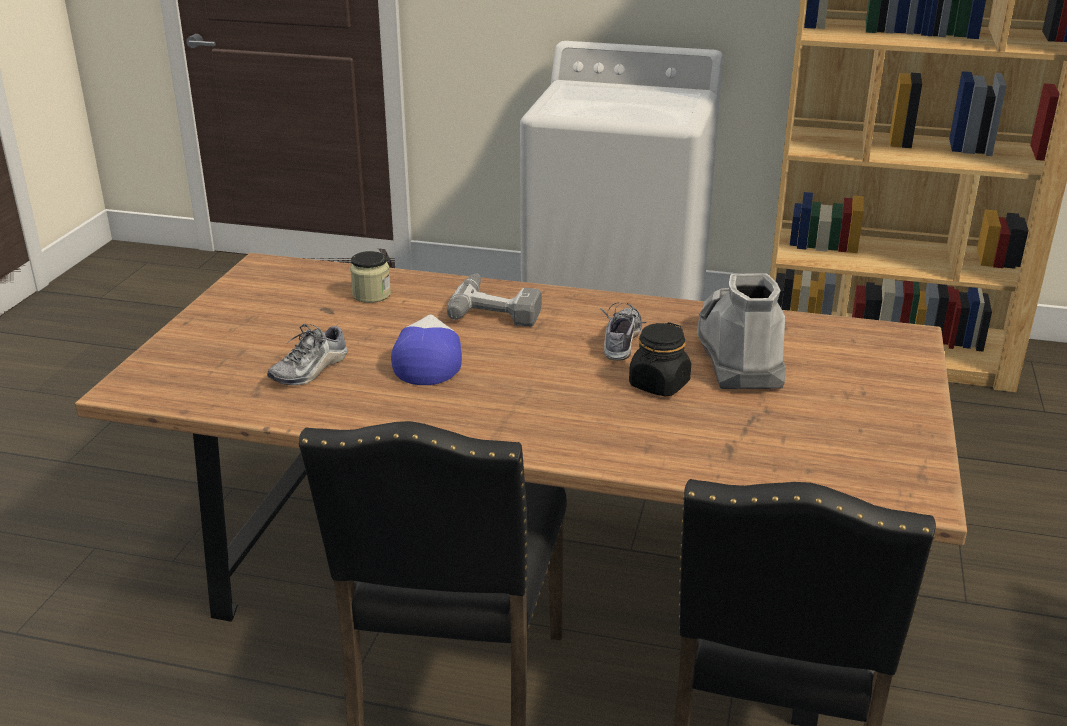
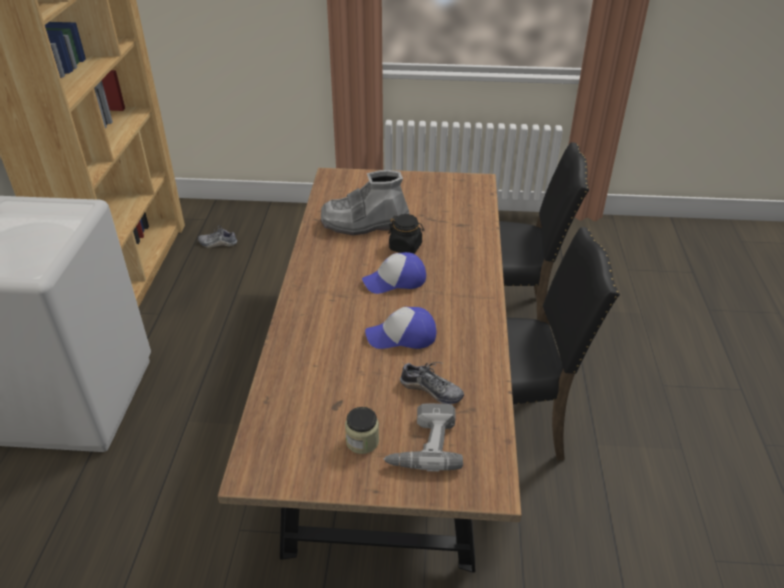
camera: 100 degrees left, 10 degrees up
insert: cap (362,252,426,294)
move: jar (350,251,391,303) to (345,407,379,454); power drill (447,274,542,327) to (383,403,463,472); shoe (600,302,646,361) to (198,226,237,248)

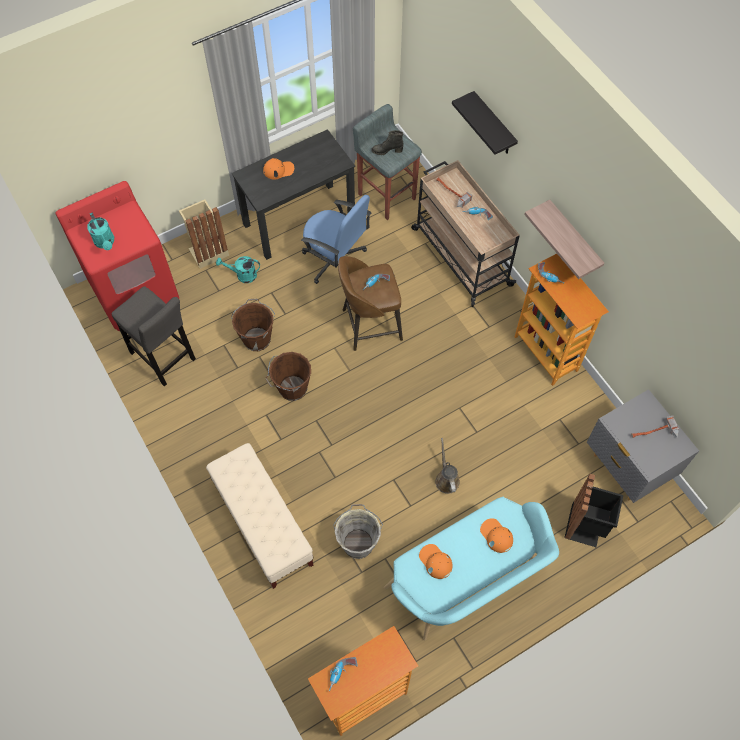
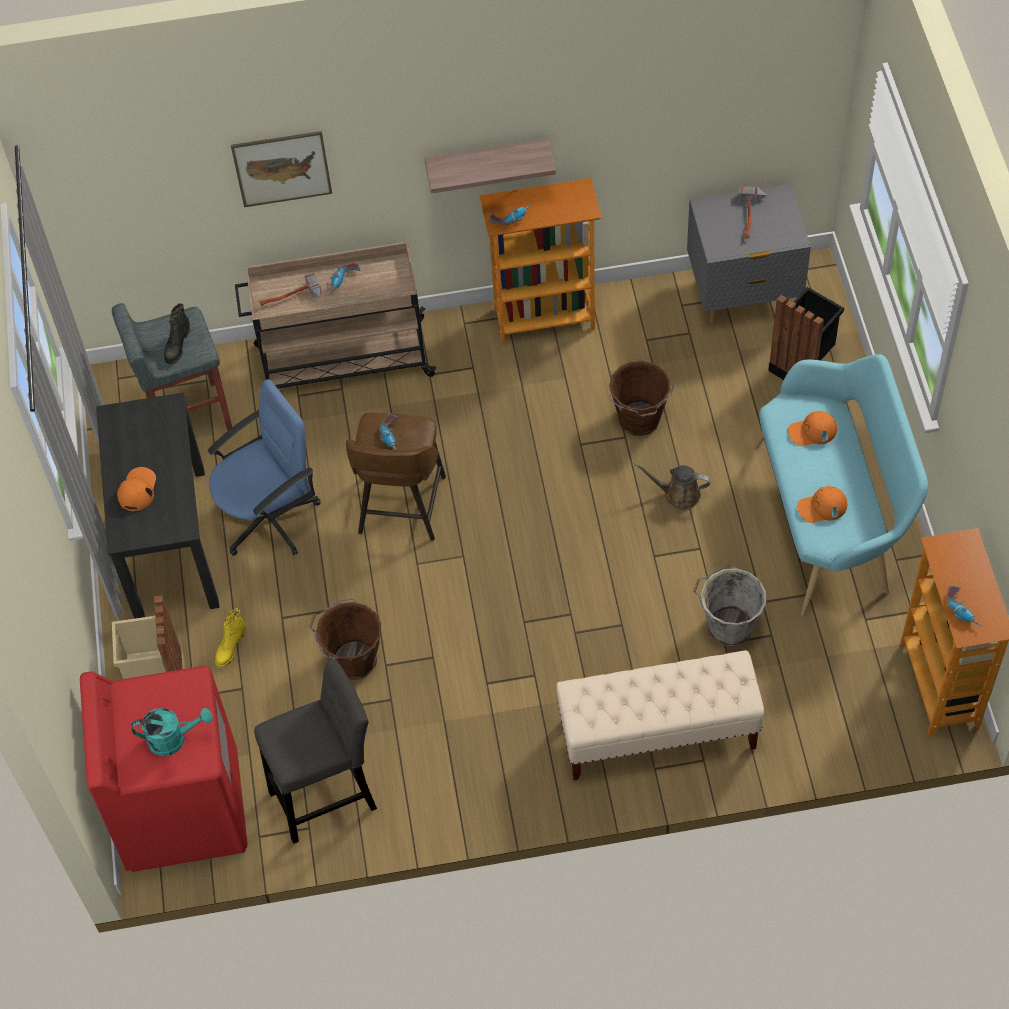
camera: 65 degrees left, 5 degrees down
move: bucket (brown) (265,352,311,401) to (609,360,674,436)
replace: watering can (turquoise) (216,256,260,283) to boot (yellow) (215,608,246,668); shelf (black) (452,91,518,155) to picture (231,131,332,207)

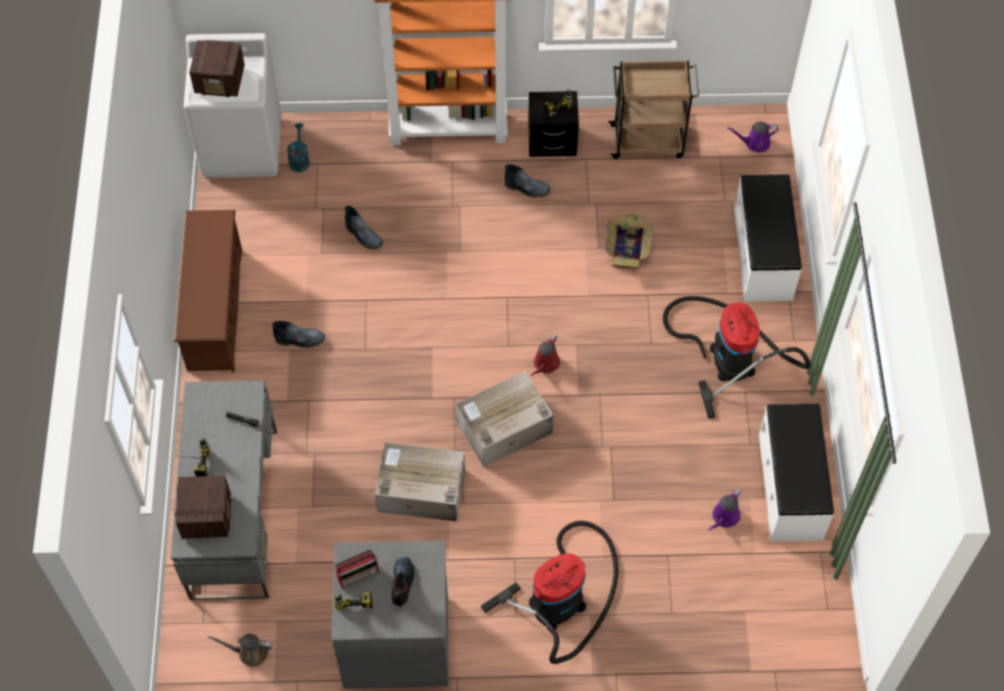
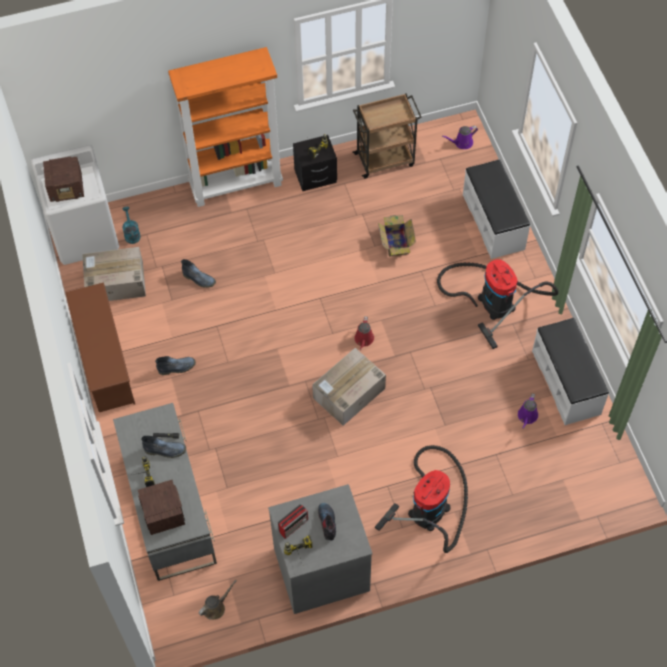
camera: 15 degrees left, 0 degrees up
move: cardboard box (375,442,465,522) to (82,247,146,301); boot (504,164,550,198) to (141,436,186,458)
rotate: watering can (brown) (207,634,273,667) = (198,580,237,620) 150 degrees clockwise

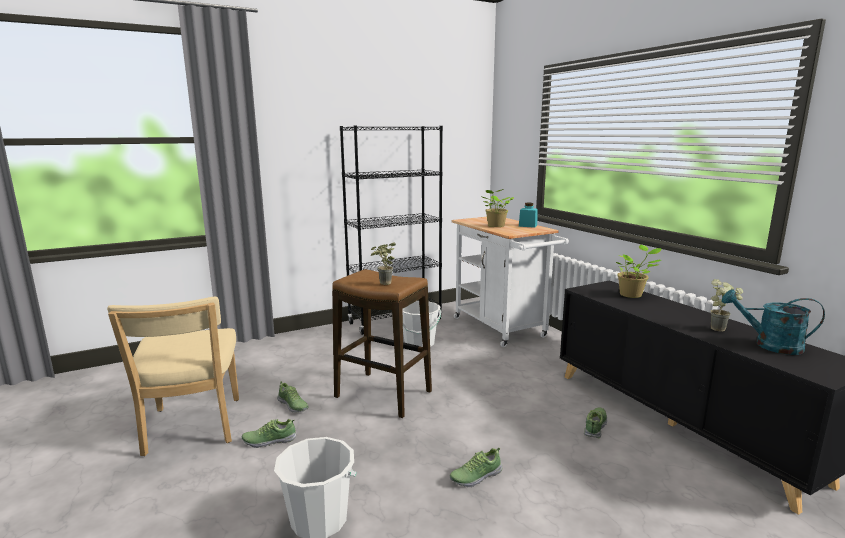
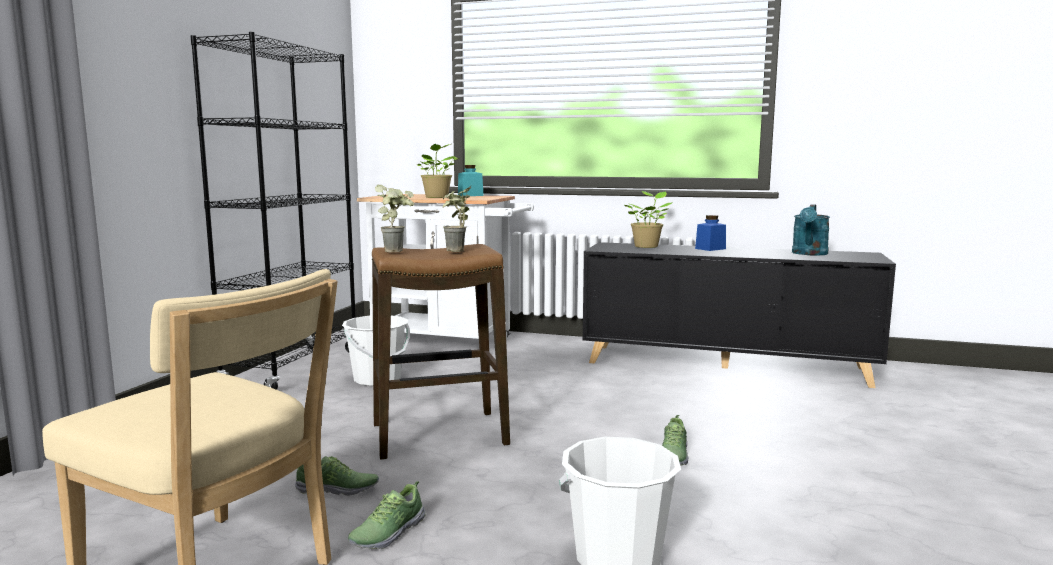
camera: 45 degrees left, 5 degrees down
delete: shoe (584,407,607,438)
insert: jar (blue) (695,215,726,251)
move: potted plant (711,279,743,332) to (375,184,414,252)
rotate: watering can (turquoise) (722,289,825,355) = (792,204,830,255) 45 degrees counterclockwise

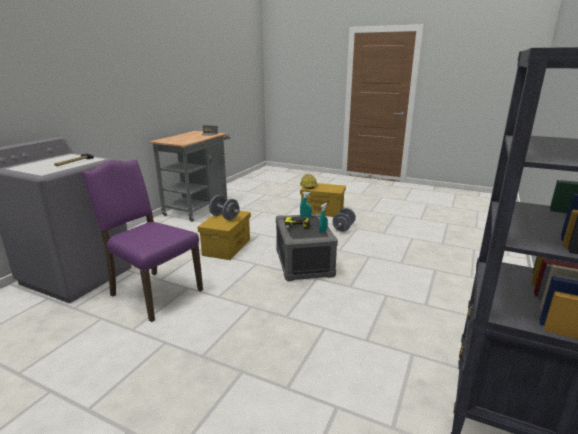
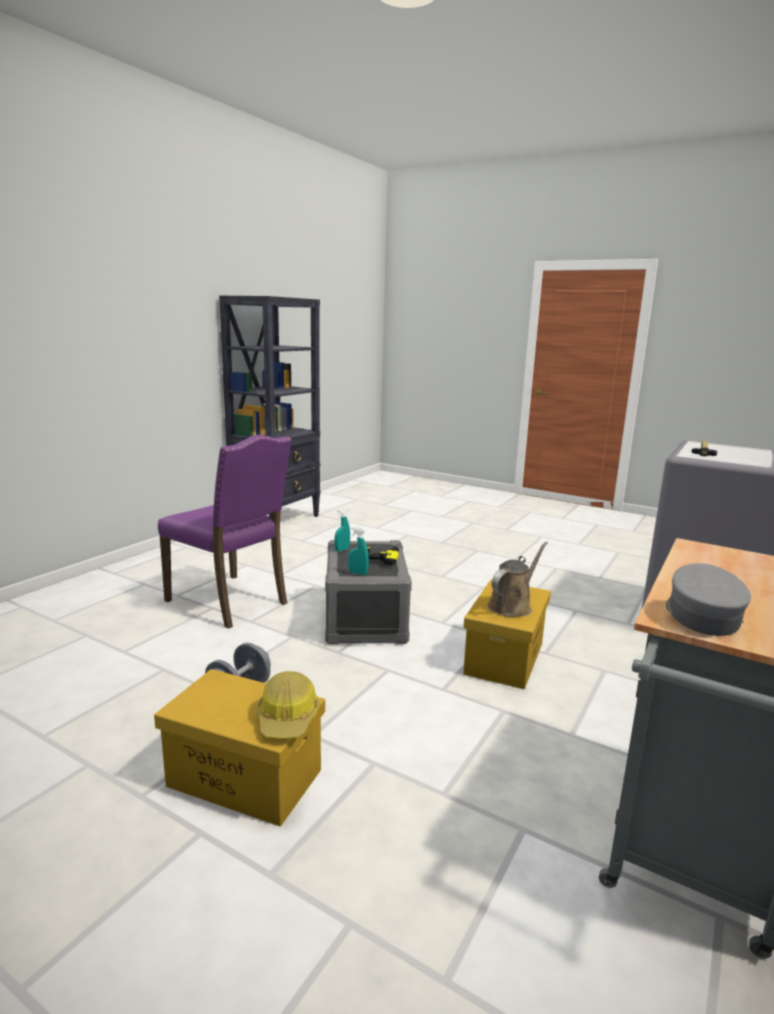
camera: 175 degrees left, 5 degrees down
move: chair (purple) (81,160,203,322) to (158,435,292,629)
replace: dumbbell (grey) (209,195,240,220) to watering can (brown) (488,541,548,617)

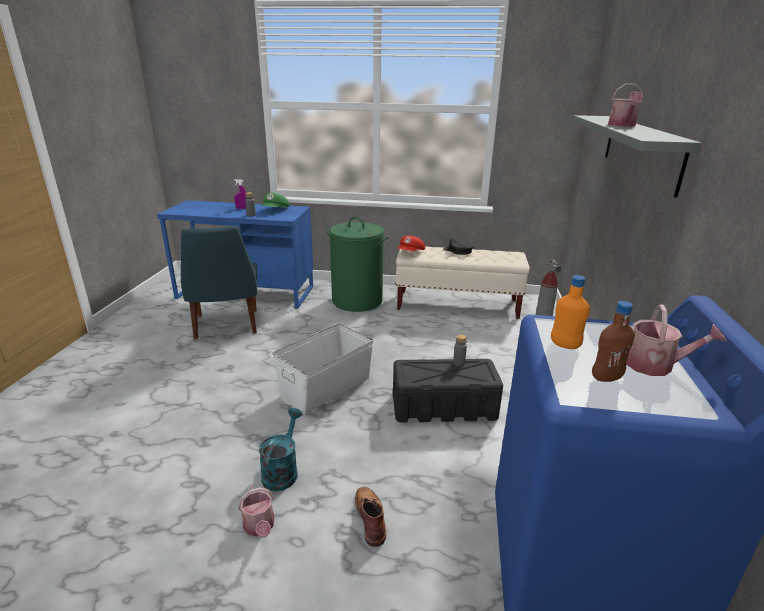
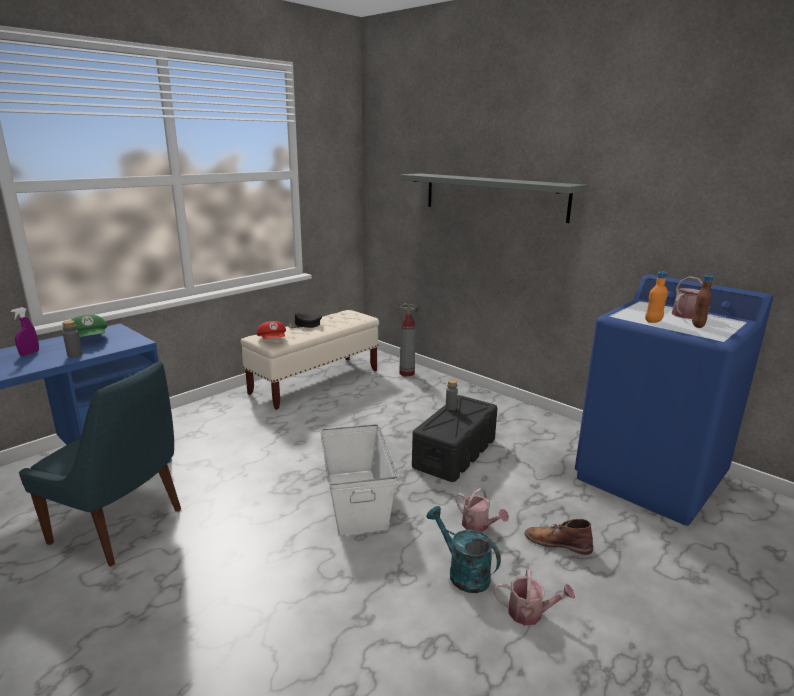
camera: 55 degrees left, 5 degrees down
delete: laundry basket (green) (327,217,389,312)
move: watering can (608,83,643,127) to (455,488,509,532)

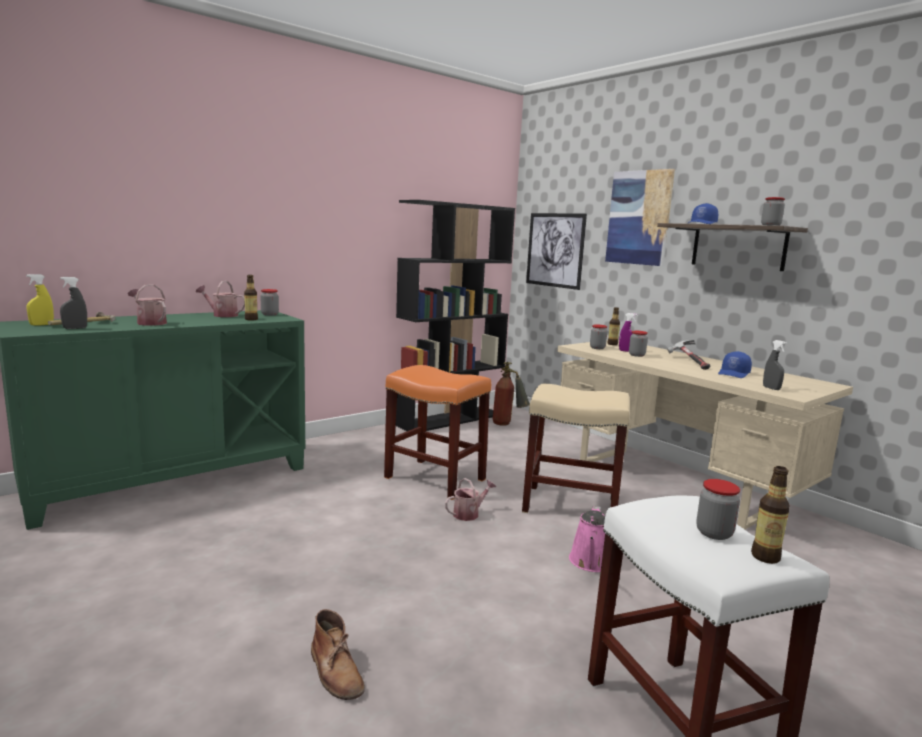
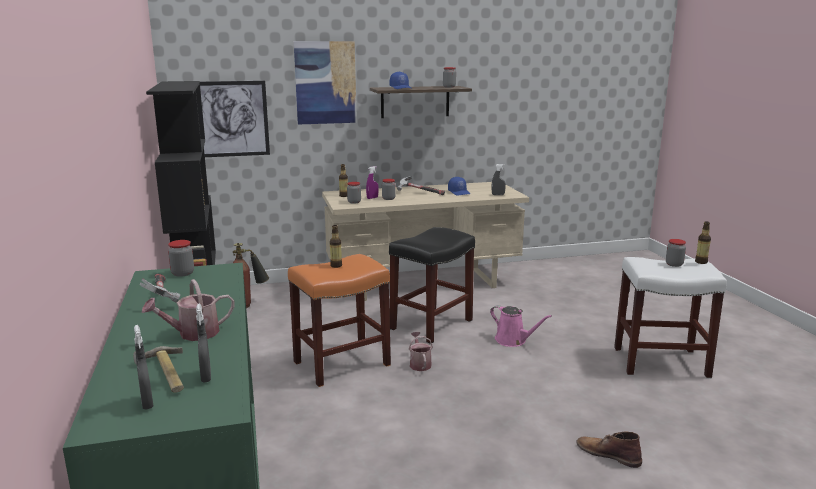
camera: 65 degrees left, 5 degrees up
move: bottle (244,275,258,320) to (330,225,342,268)
replace: watering can (196,281,245,317) to hammer (139,274,181,303)
recolor: spray bottle (yellow) (26,274,54,326) to spray bottle (grey) (134,325,153,410); stool (beige) (522,384,630,513) to stool (black) (389,227,475,344)
rotate: boot (brown) (311,609,365,700) = (576,432,642,468) 135 degrees counterclockwise

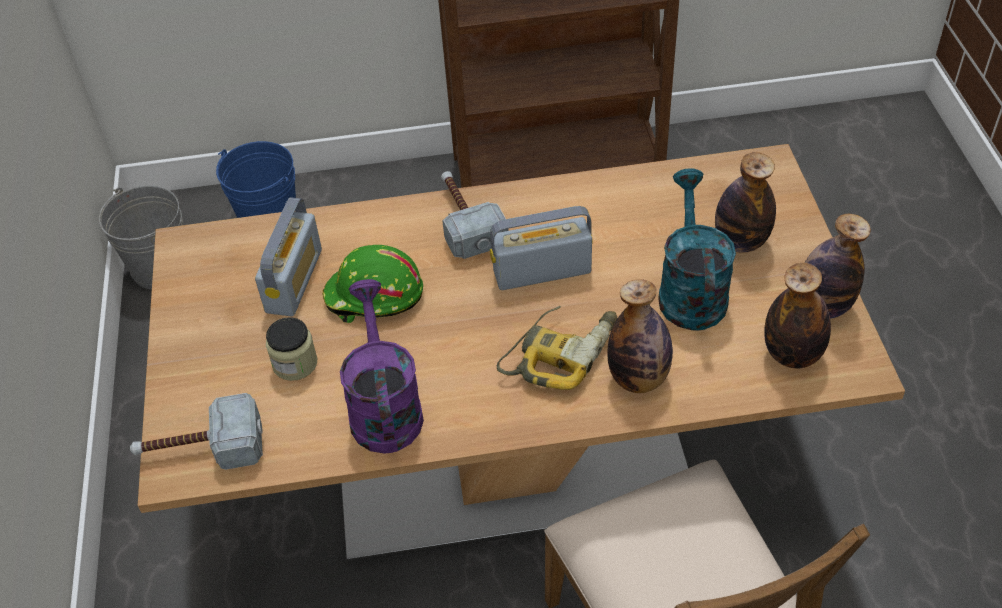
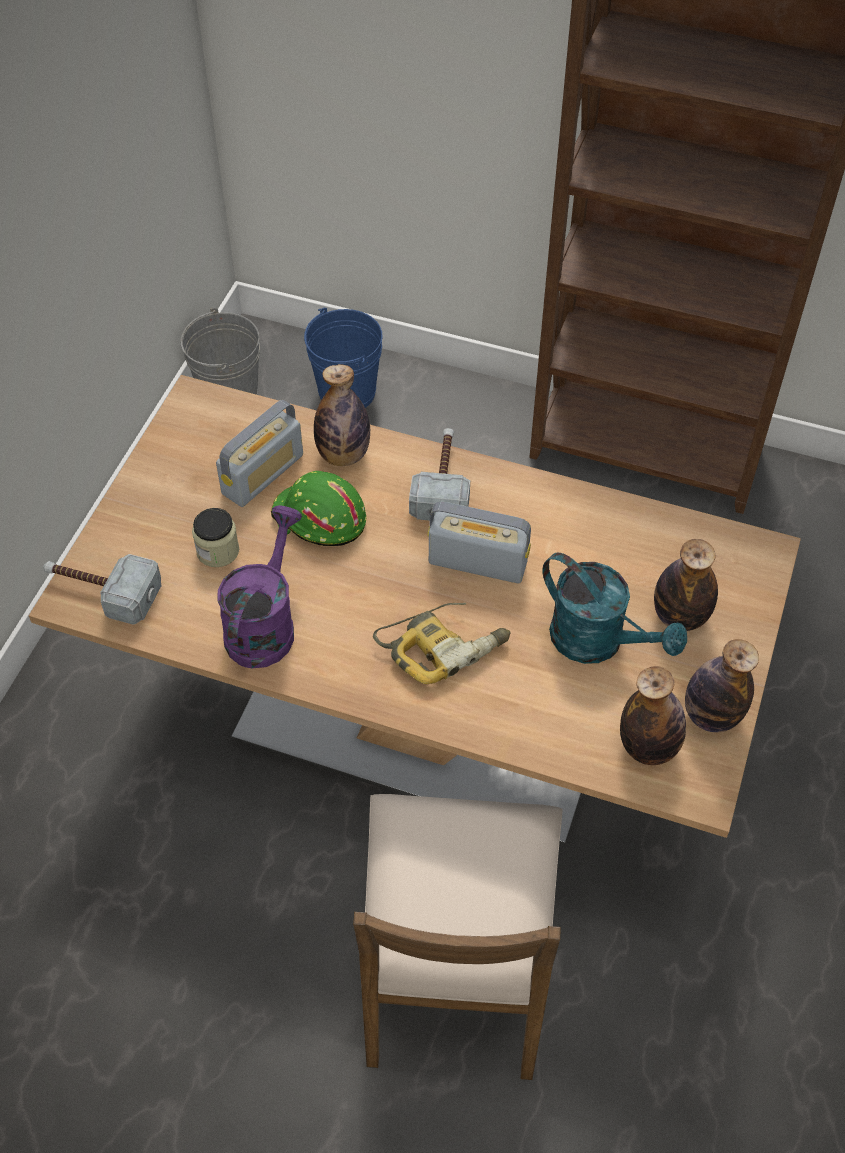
camera: 25 degrees right, 5 degrees up
move: bottle (607,279,673,393) to (314,364,370,466)
rotate: watering can (turquoise) (658,168,736,330) = (542,552,687,664) 105 degrees clockwise

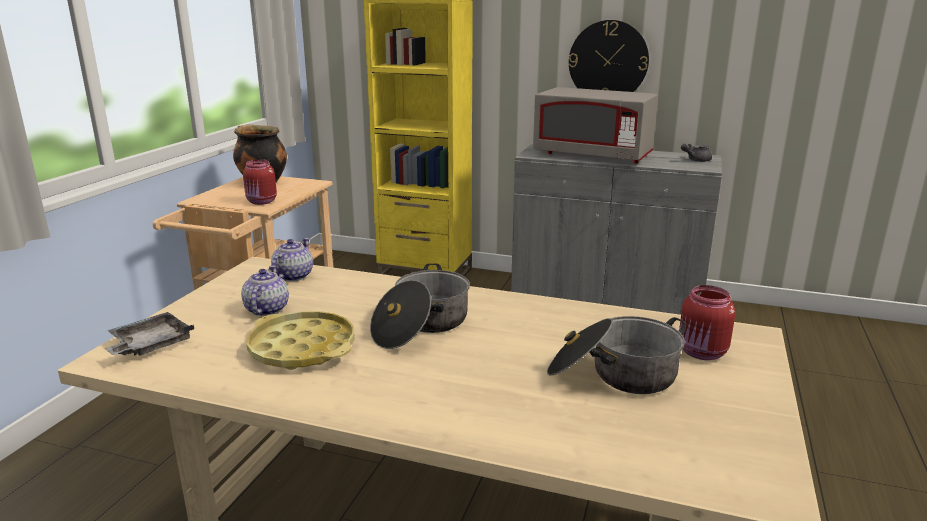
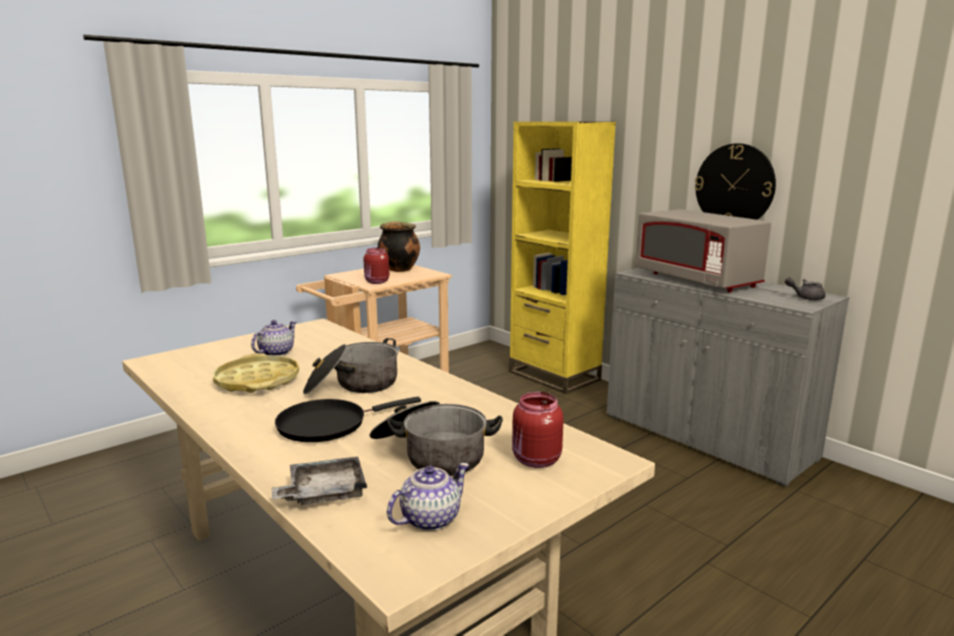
camera: 30 degrees right, 5 degrees down
insert: frying pan (black) (275,397,421,442)
move: tray (grey) (104,312,194,356) to (272,457,367,506); teapot (271,238,313,281) to (387,463,469,531)

